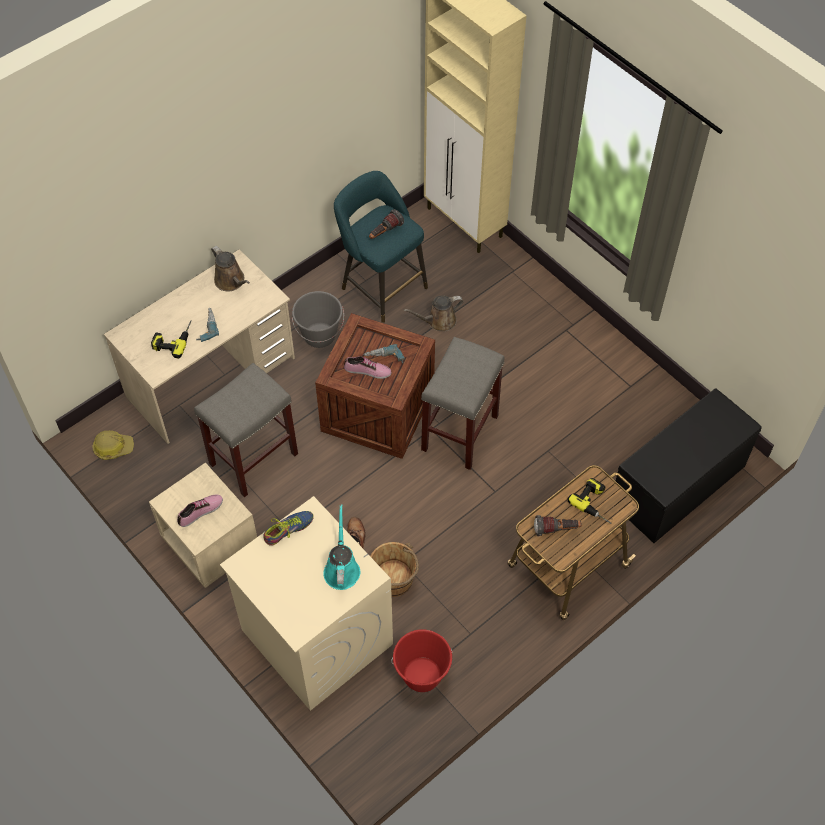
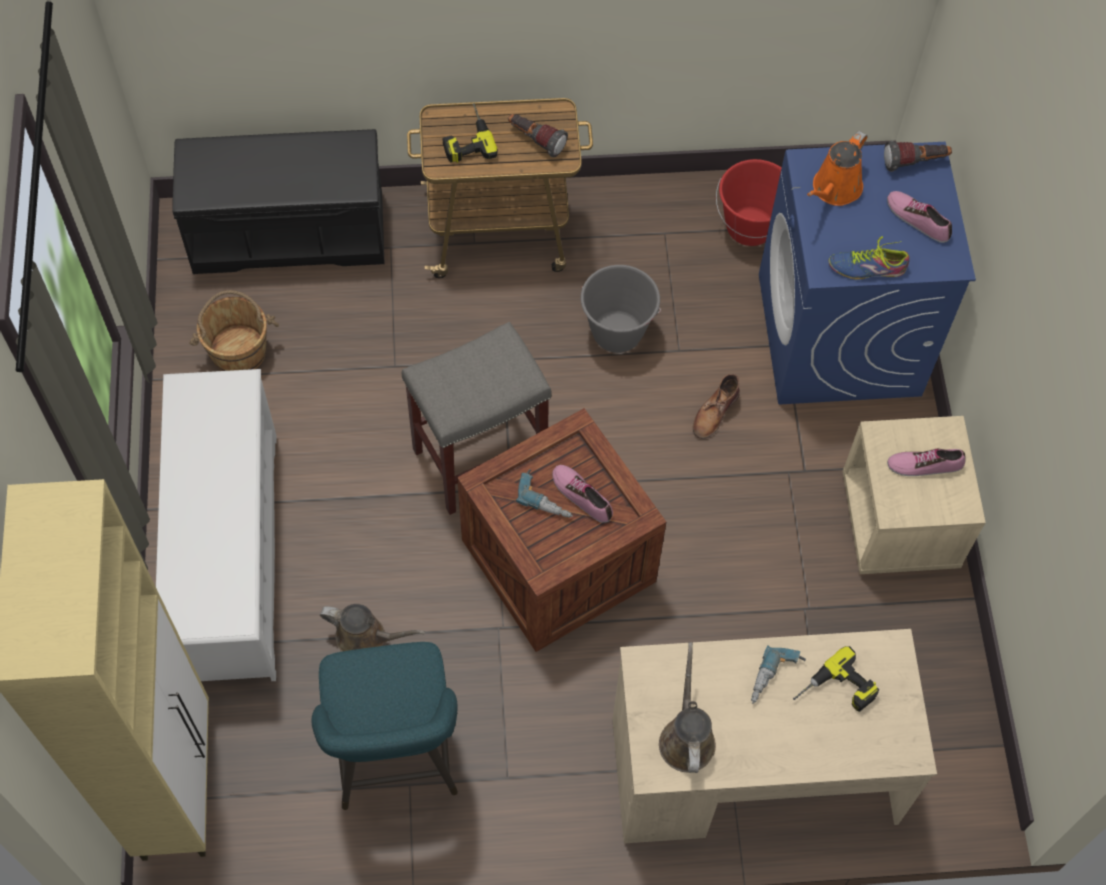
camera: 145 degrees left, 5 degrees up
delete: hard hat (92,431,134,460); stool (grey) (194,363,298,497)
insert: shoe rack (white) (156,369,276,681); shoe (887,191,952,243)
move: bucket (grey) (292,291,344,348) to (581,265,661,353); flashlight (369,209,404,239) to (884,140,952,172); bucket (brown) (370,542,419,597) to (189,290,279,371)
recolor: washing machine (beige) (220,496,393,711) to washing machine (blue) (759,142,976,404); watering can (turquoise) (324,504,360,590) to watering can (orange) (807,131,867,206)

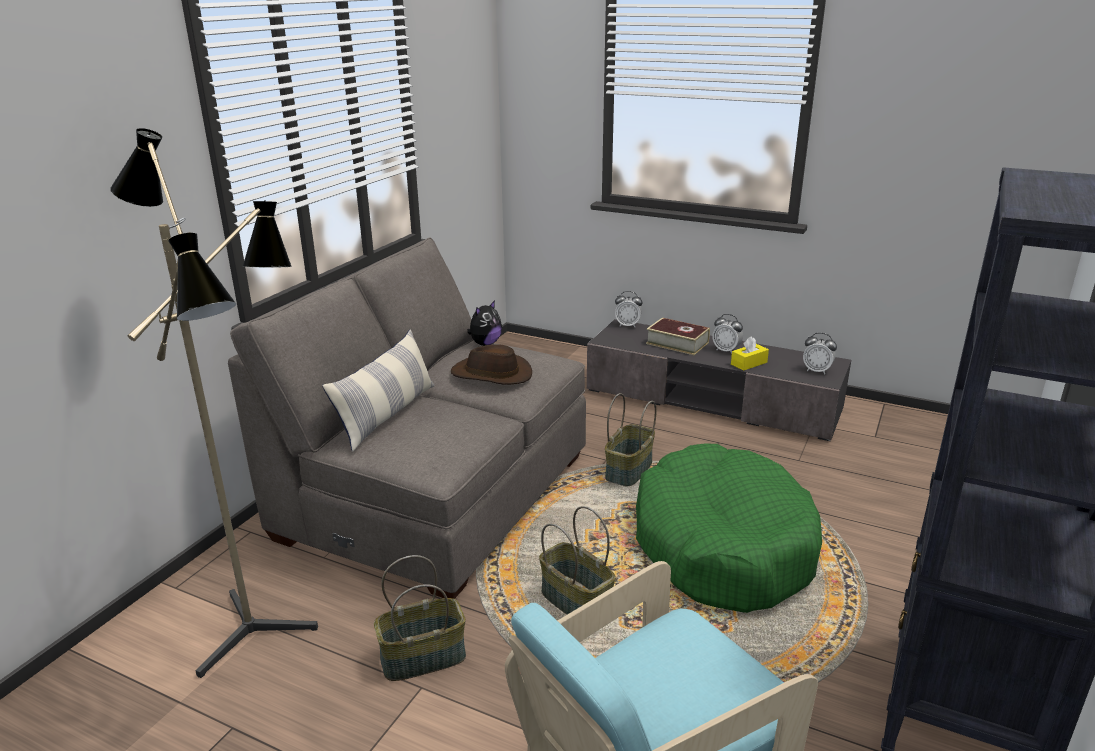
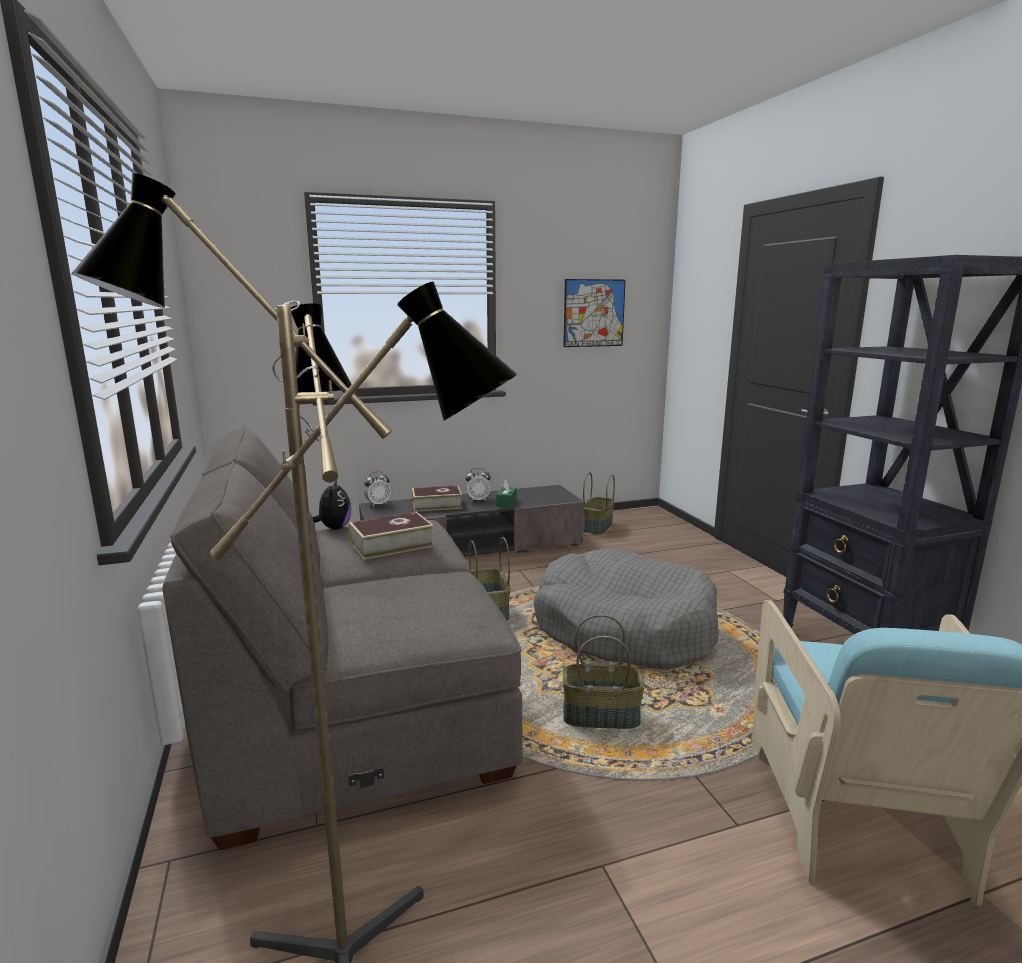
camera: 45 degrees left, 10 degrees down
delete: pillow (322,330,435,452); alarm clock (803,333,837,374)
insert: picture (563,279,626,347)
move: basket (374,555,466,681) to (583,472,615,534)
replace: hat (brown) (451,344,532,385) to book (349,512,434,560)
recolor: dog bed (green) (636,443,822,613) to dog bed (grey) (534,549,719,669); tissue box (yellow) (731,336,769,371) to tissue box (green) (496,479,517,508)

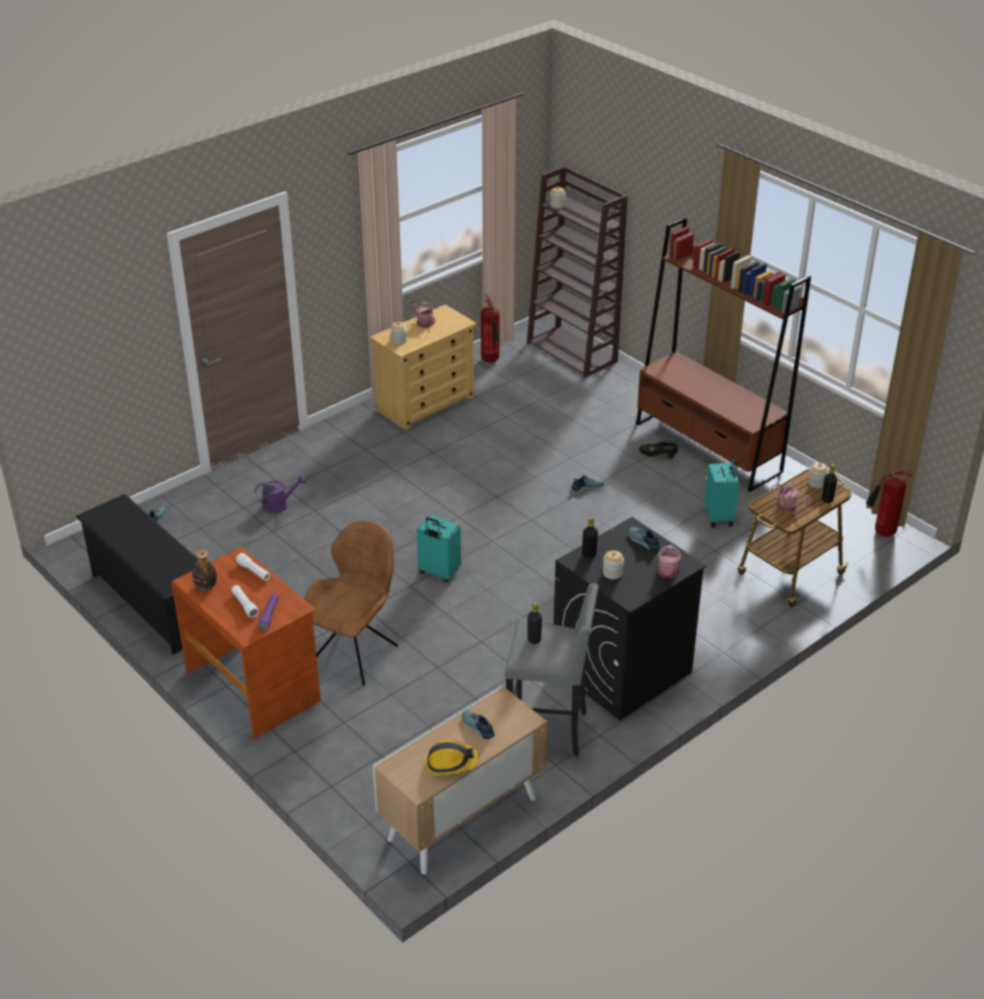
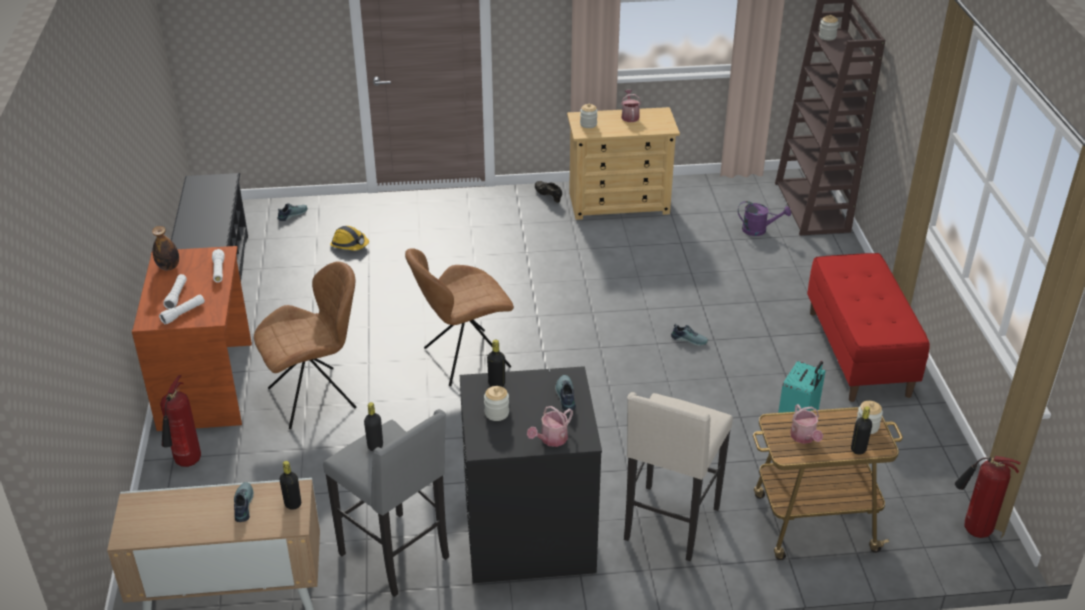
camera: 35 degrees right, 0 degrees up
insert: bottle (black) (279,461,301,510); stool (beige) (624,392,733,561)
move: watering can (purple) (255,474,307,514) to (738,201,791,236); hard hat (425,740,479,775) to (330,226,369,250); fire extinguisher (481,295,500,362) to (160,375,201,467); shoe (black) (639,442,678,459) to (535,181,562,203)
replace: suitcase (turquoise) (417,515,461,582) to chair (brown) (405,248,514,386); bookcase (brown) (636,217,811,492) to bench (red) (807,253,930,402)
recolor: flashlight (purple) (258,594,279,630) to flashlight (white) (159,295,205,324)

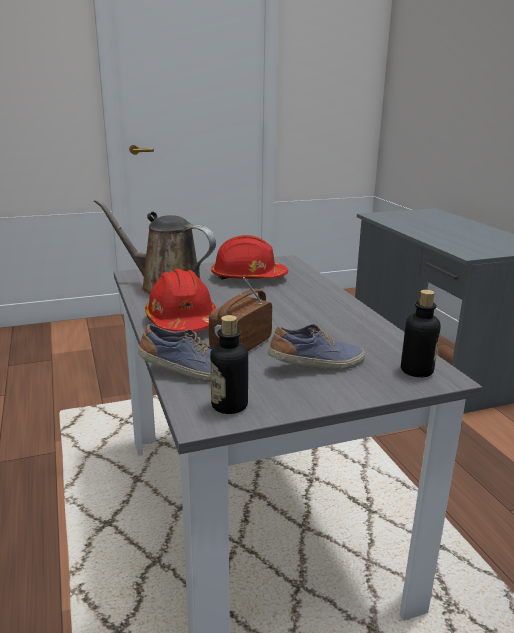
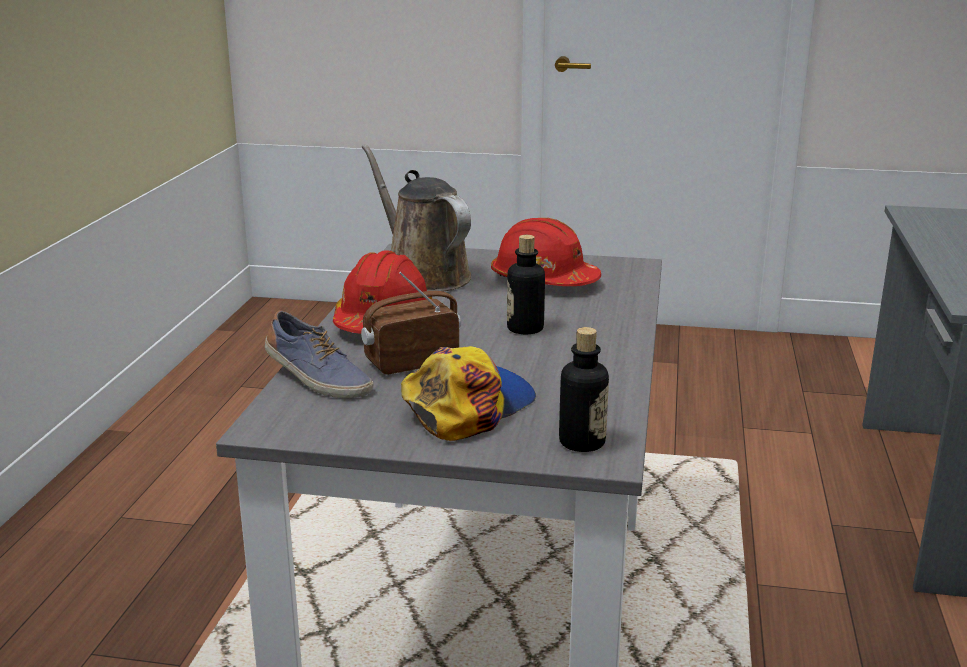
camera: 30 degrees right, 0 degrees up
move: bottle (210,315,248,414) to (507,235,545,334)
replace: shoe (268,324,365,369) to cap (401,346,536,441)

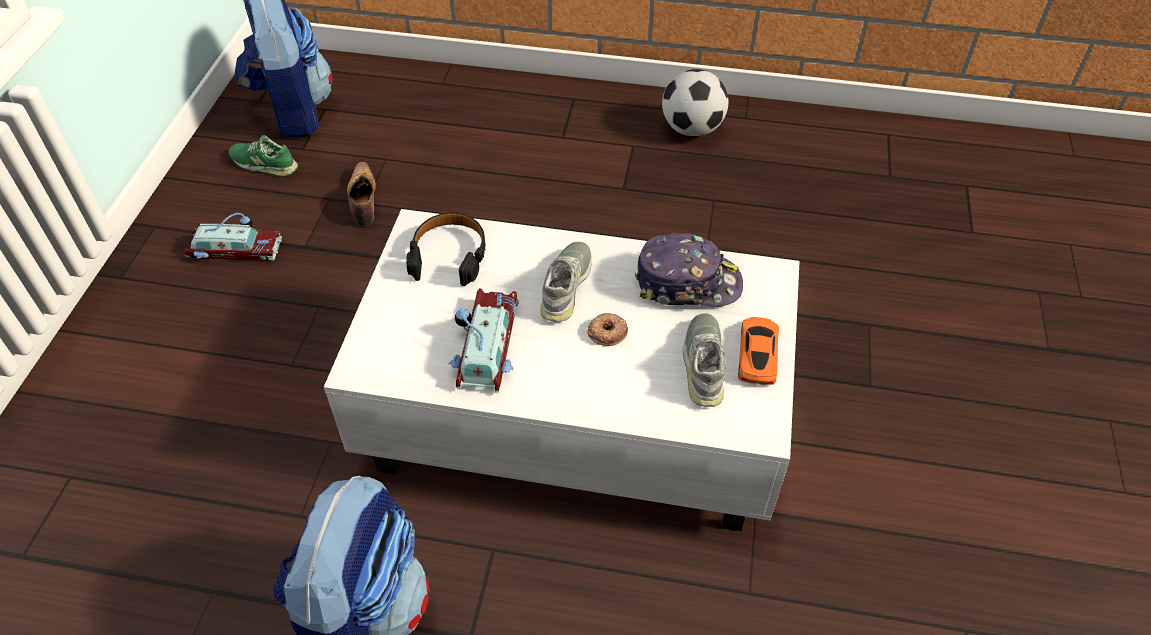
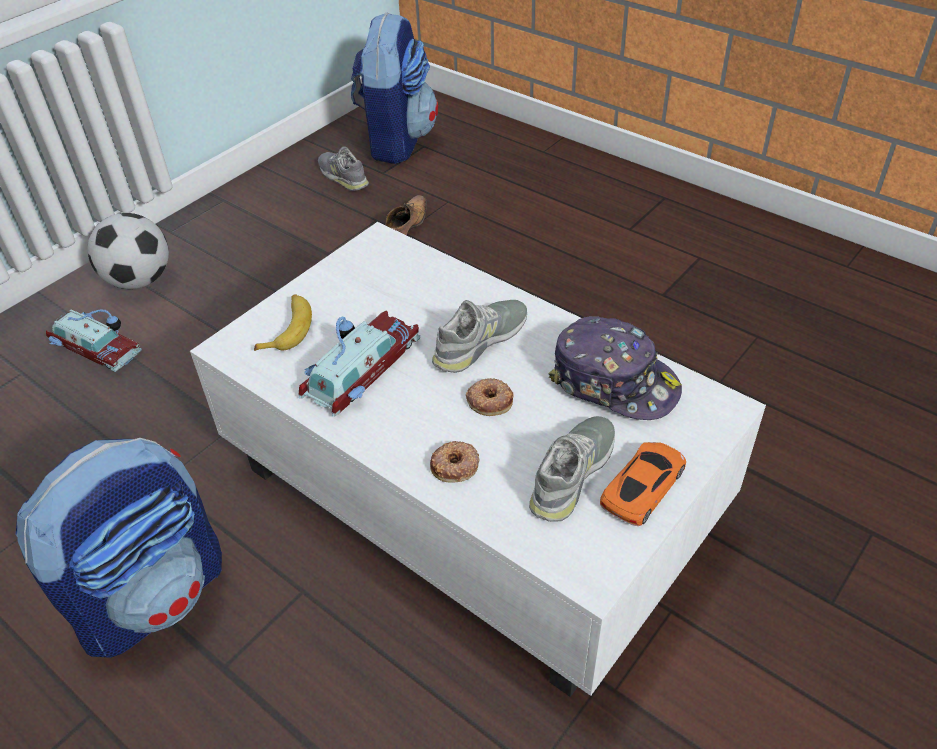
camera: 30 degrees right, 5 degrees down
delete: headphones (black) (406,212,486,286)
insert: banana (254,294,312,351); donut (430,441,480,483)
move: toy car (184,213,282,261) to (46,309,142,372); football (662,69,729,137) to (88,213,169,289)
recolor: shoe (green) (229,135,298,177) to shoe (grey) (318,146,369,191)

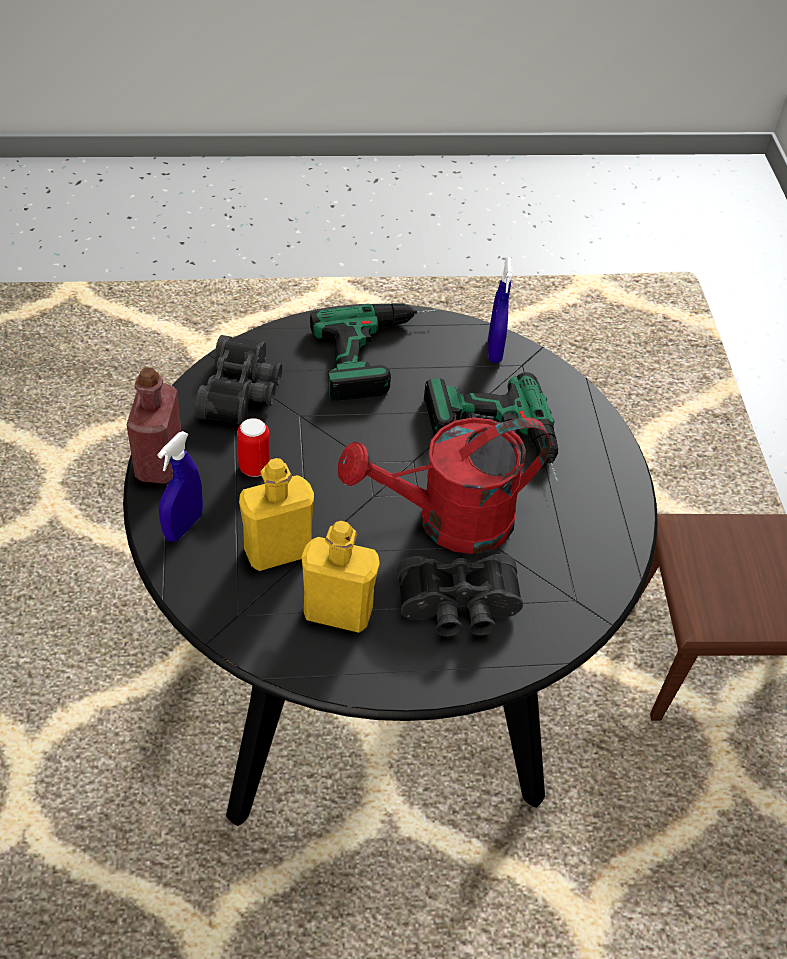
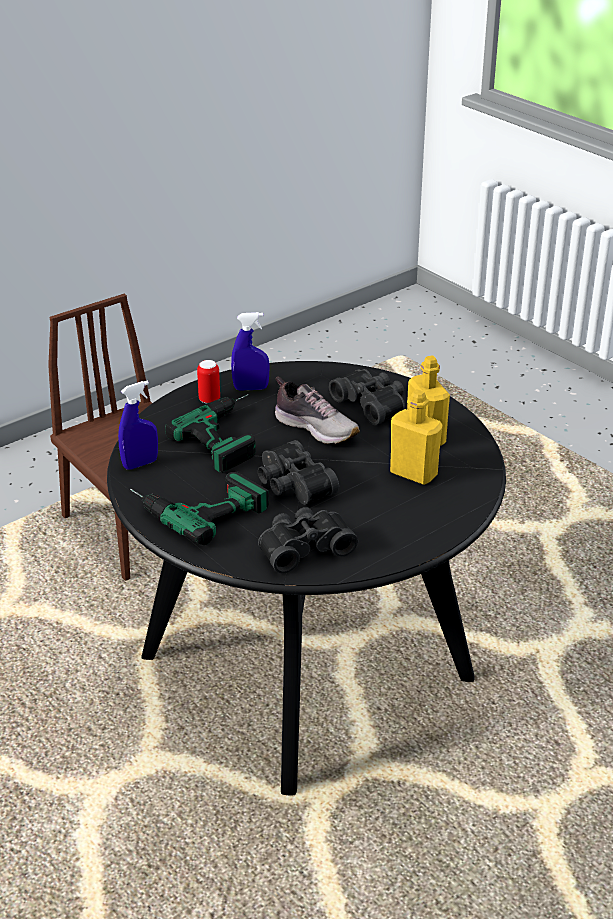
camera: 120 degrees left, 15 degrees down
delete: bottle (red) (126,367,181,484)
insert: binoculars (black) (258,440,339,505)
move: spray bottle (blue) (157,431,203,542) to (231,312,270,391); can (237,418,270,477) to (197,360,220,404)
replace: watering can (red) (338,417,551,554) to shoe (275,376,360,444)

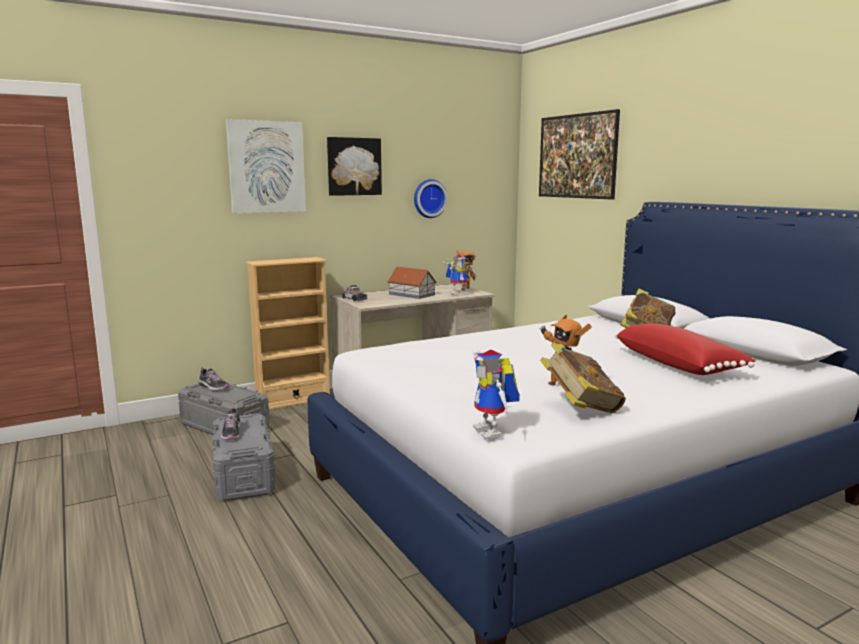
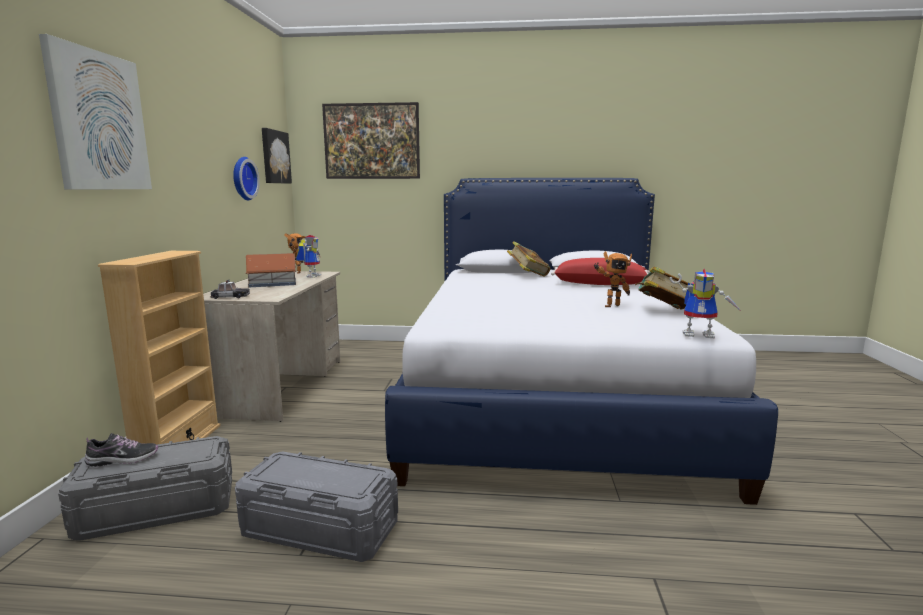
camera: 55 degrees left, 0 degrees up
delete: shoe (221,405,240,440)
move: picture (327,137,382,196) to (262,128,292,184)

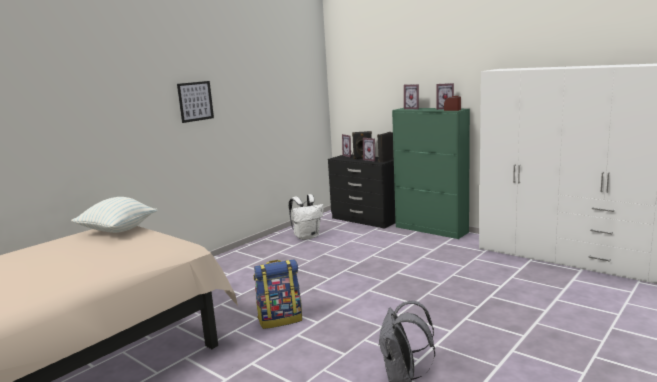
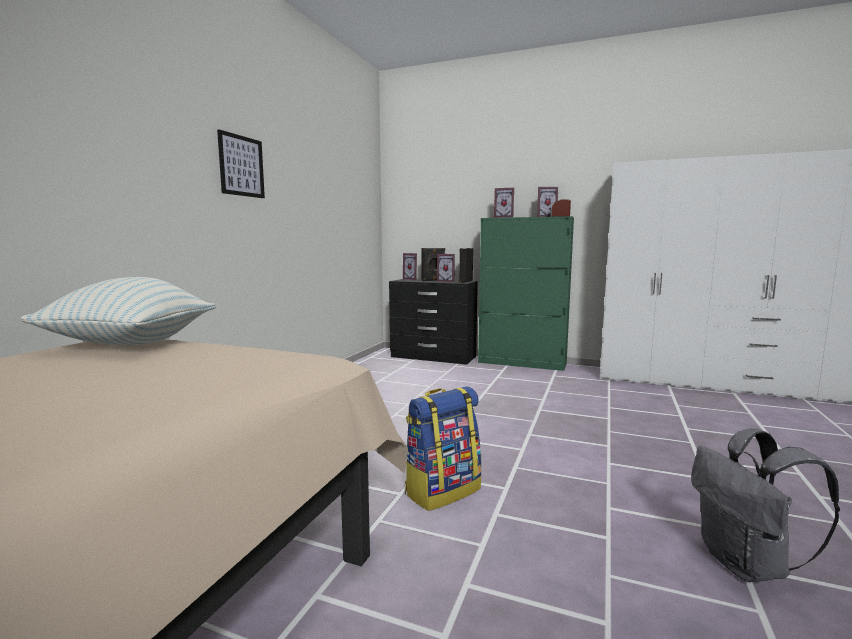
camera: 20 degrees left, 5 degrees down
delete: backpack (white) (289,194,324,240)

